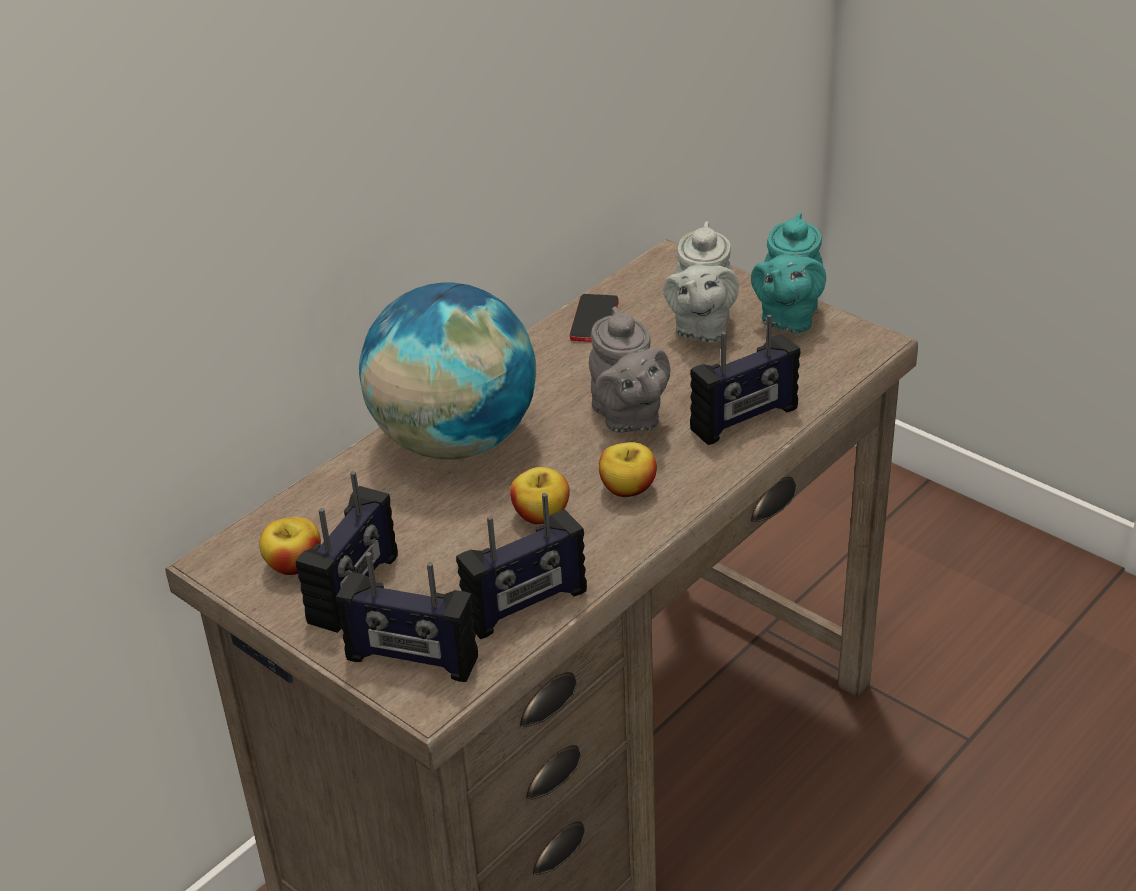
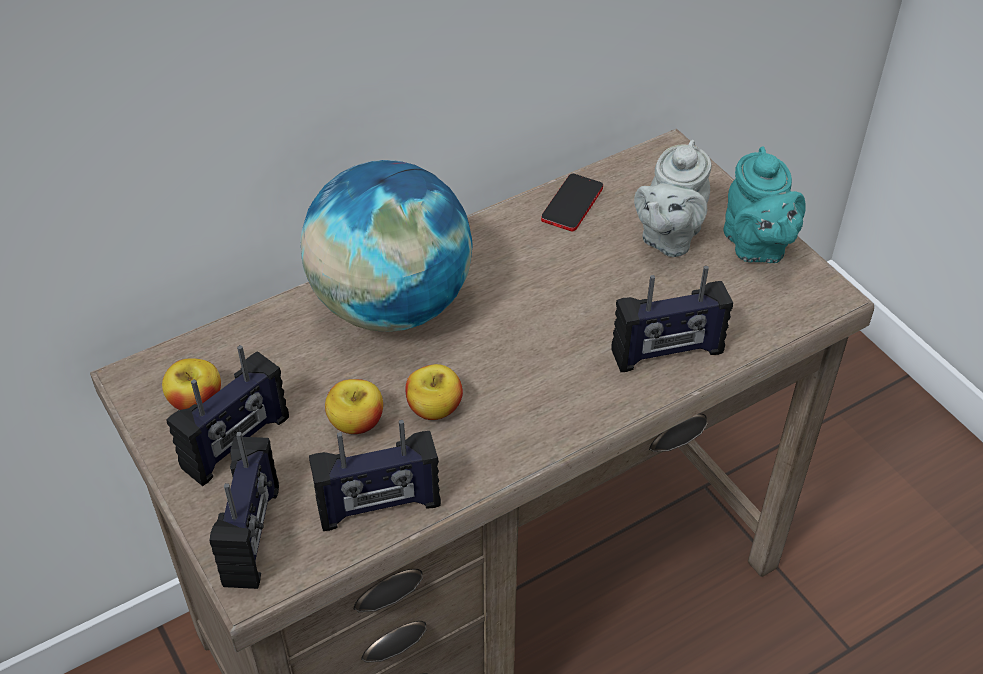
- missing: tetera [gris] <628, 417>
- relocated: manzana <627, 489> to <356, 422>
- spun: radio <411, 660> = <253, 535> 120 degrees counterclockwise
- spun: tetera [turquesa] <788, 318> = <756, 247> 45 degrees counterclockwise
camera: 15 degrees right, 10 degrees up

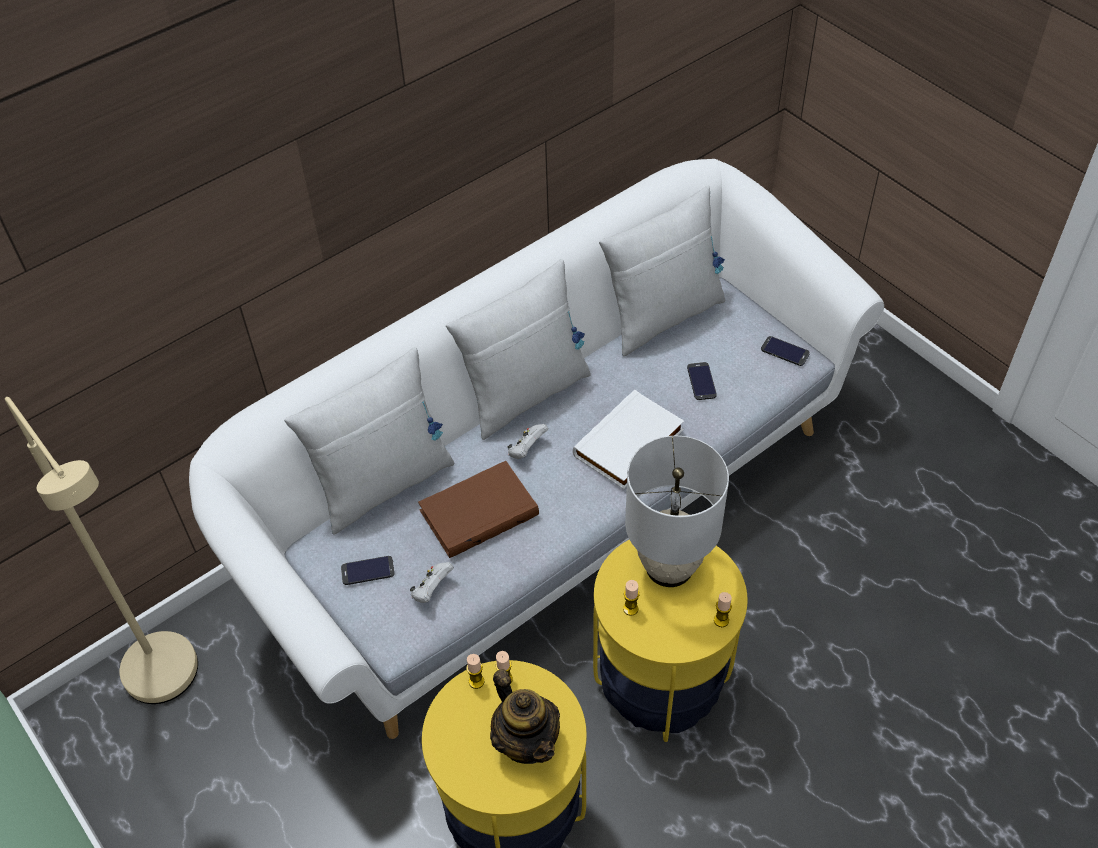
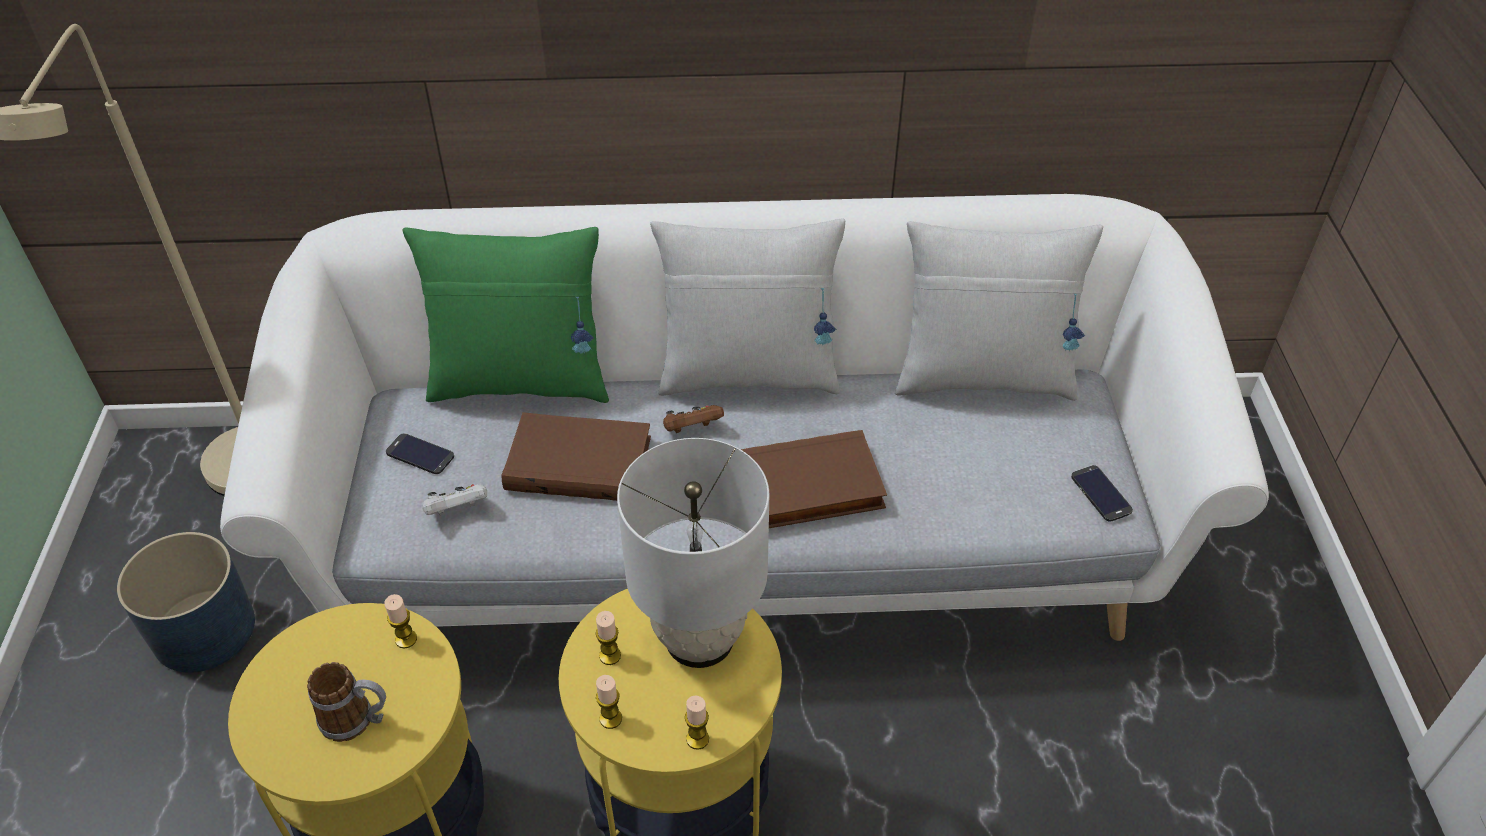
- missing: móvil <701, 381>
- appeared: maceta [azul] <204, 630>
- relocated: vela <476, 681> to <610, 718>
- exchanged: tetera <526, 741> to taza grande <357, 720>
- colour: cojín [gris] <383, 485> to cojín [verde] <520, 383>
- colour: mando de consola [blanco] <527, 449> to mando de consola [marrón] <692, 430>
- colour: libro [blanco] <630, 444> to libro [marrón] <808, 489>
camera: 35 degrees right, 5 degrees down

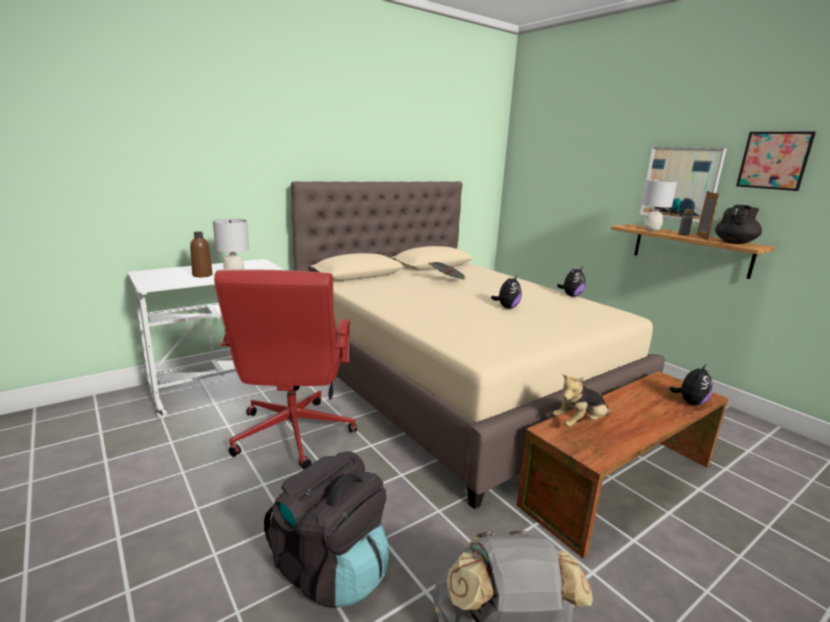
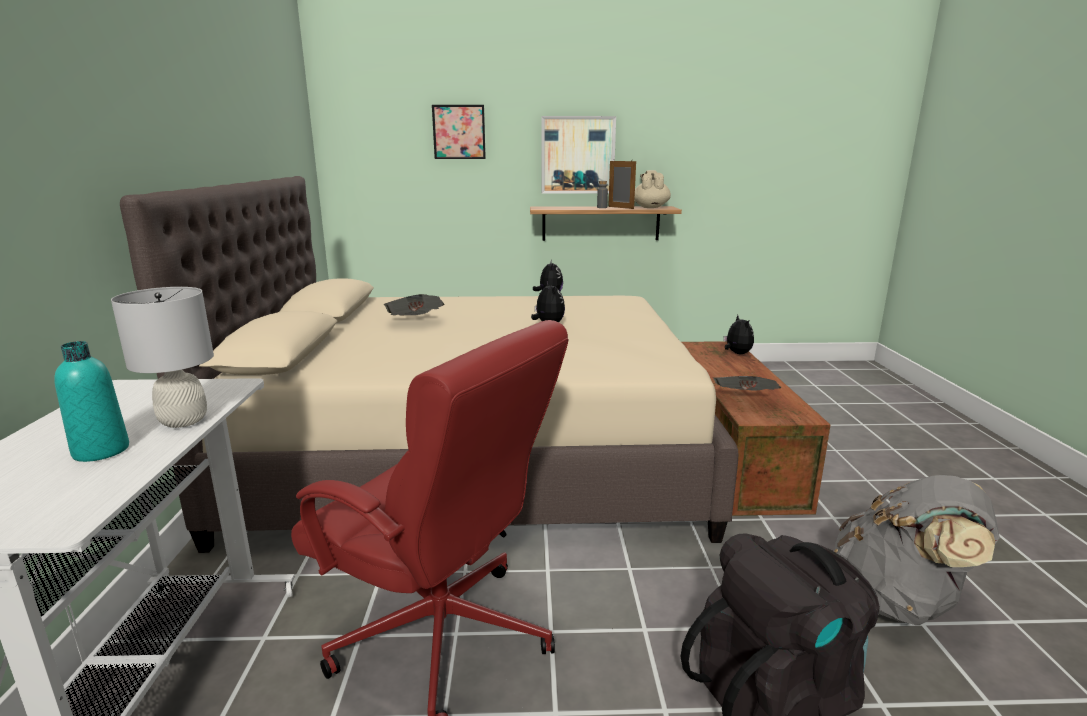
- missing: lámpara de mesa [gris] <652, 230>
- relocated: cuadro <774, 160> to <459, 132>
- exchanged: peluche <580, 423> to periódico <744, 400>
- colour: botella [marrón] <202, 275> to botella [turquesa] <101, 451>
- colour: tetera [negro] <735, 243> to tetera [beis] <650, 207>
camera: 55 degrees left, 0 degrees up

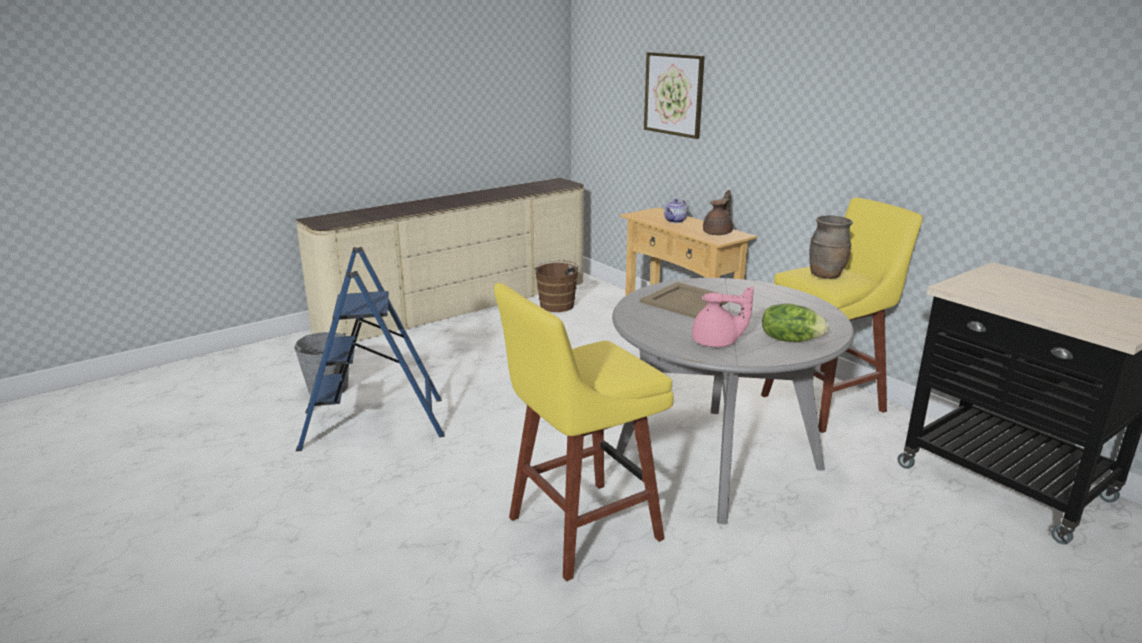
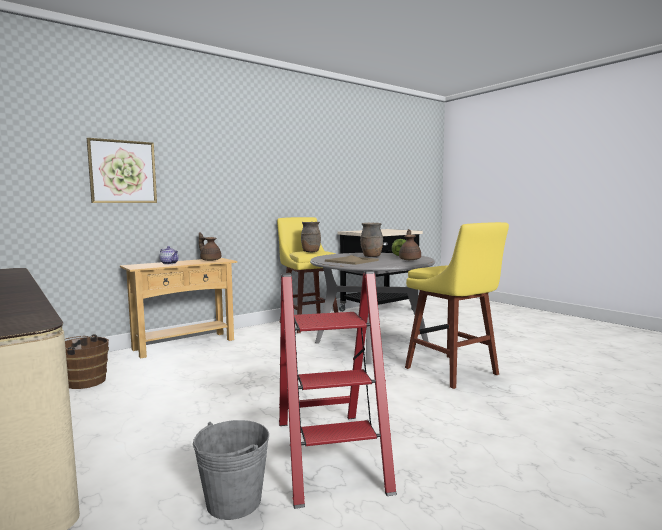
- appeared: florero [marrón] <371, 256>
- colour: escalera de tijera [azul] <375, 422> to escalera de tijera [rojo] <329, 453>
- colour: tetera [rosa] <717, 343> to tetera [marrón] <410, 259>
camera: 90 degrees left, 15 degrees down

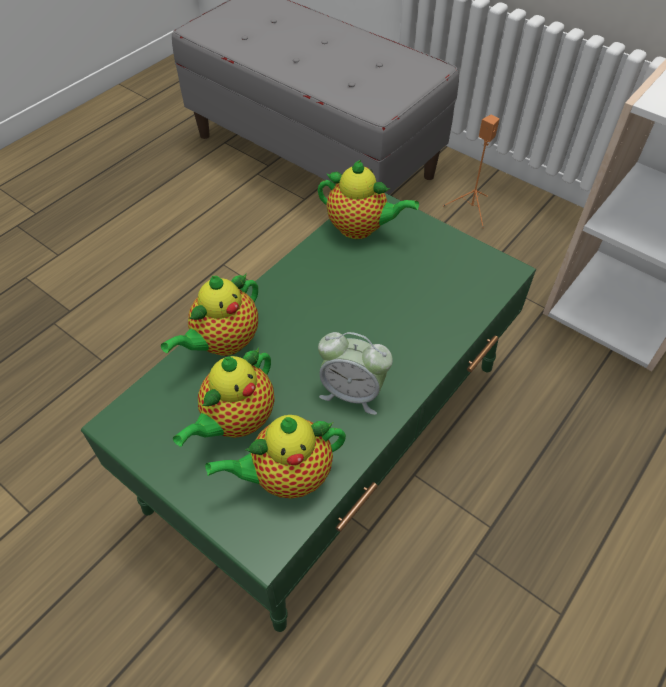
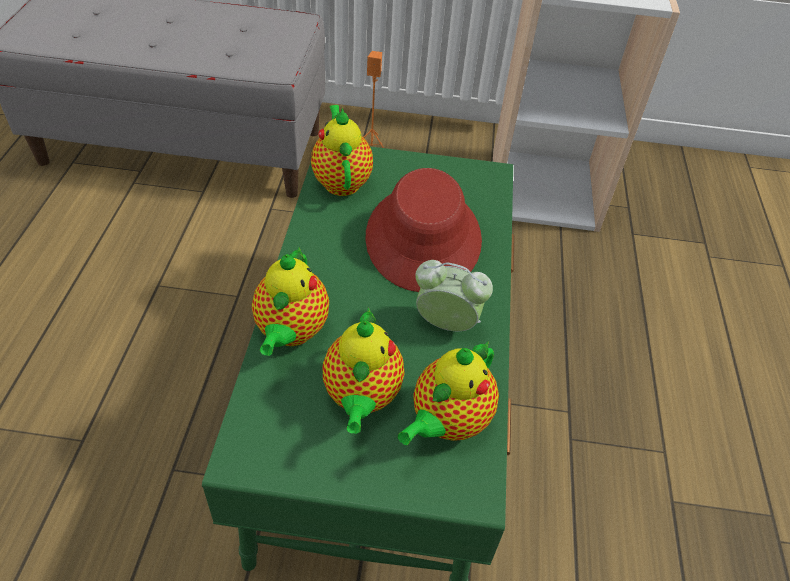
- appeared: sombrero [rojo] <424, 238>
- spun: tetera <360, 228> = <341, 180> 90 degrees counterclockwise
- spun: despertador <352, 392> = <446, 324> 150 degrees counterclockwise
camera: 35 degrees left, 5 degrees down

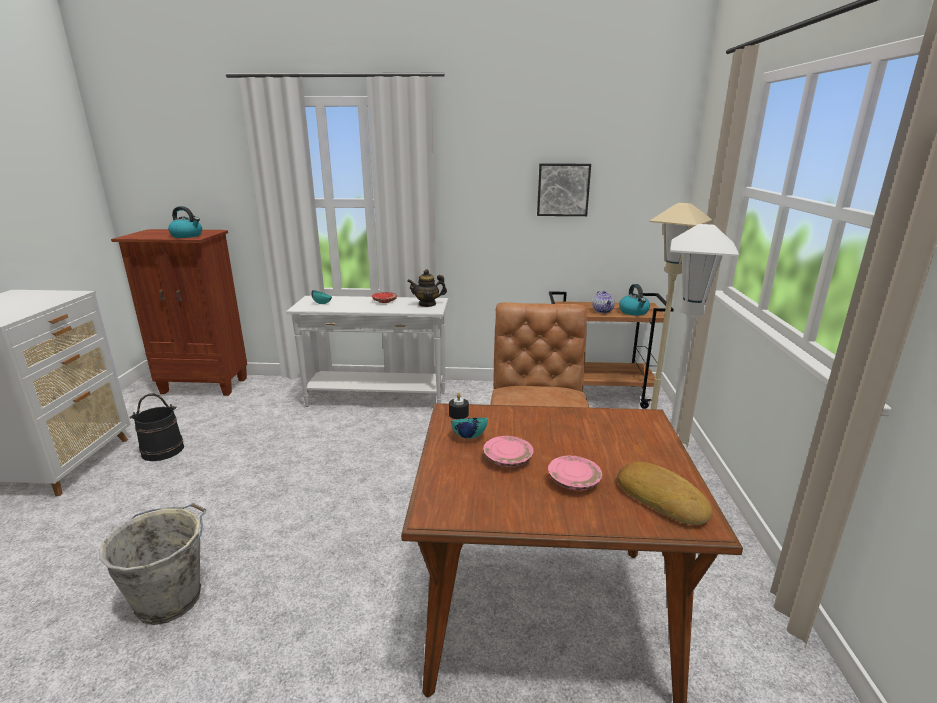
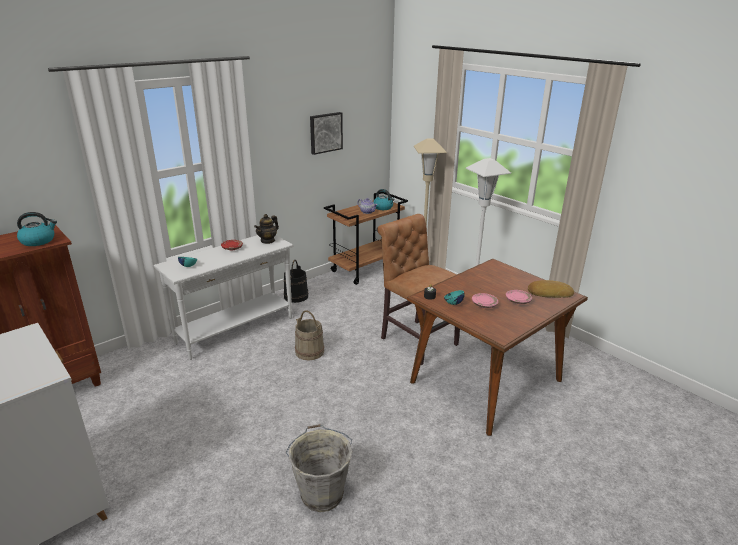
- appeared: cubo [beis] <309, 351>
- relocated: cubo [negro] <163, 450> to <296, 296>
camera: 45 degrees left, 5 degrees up

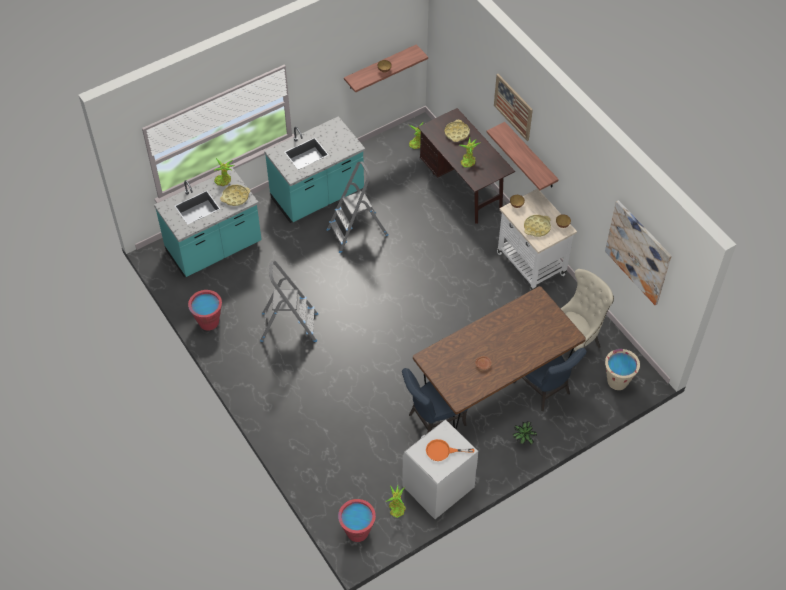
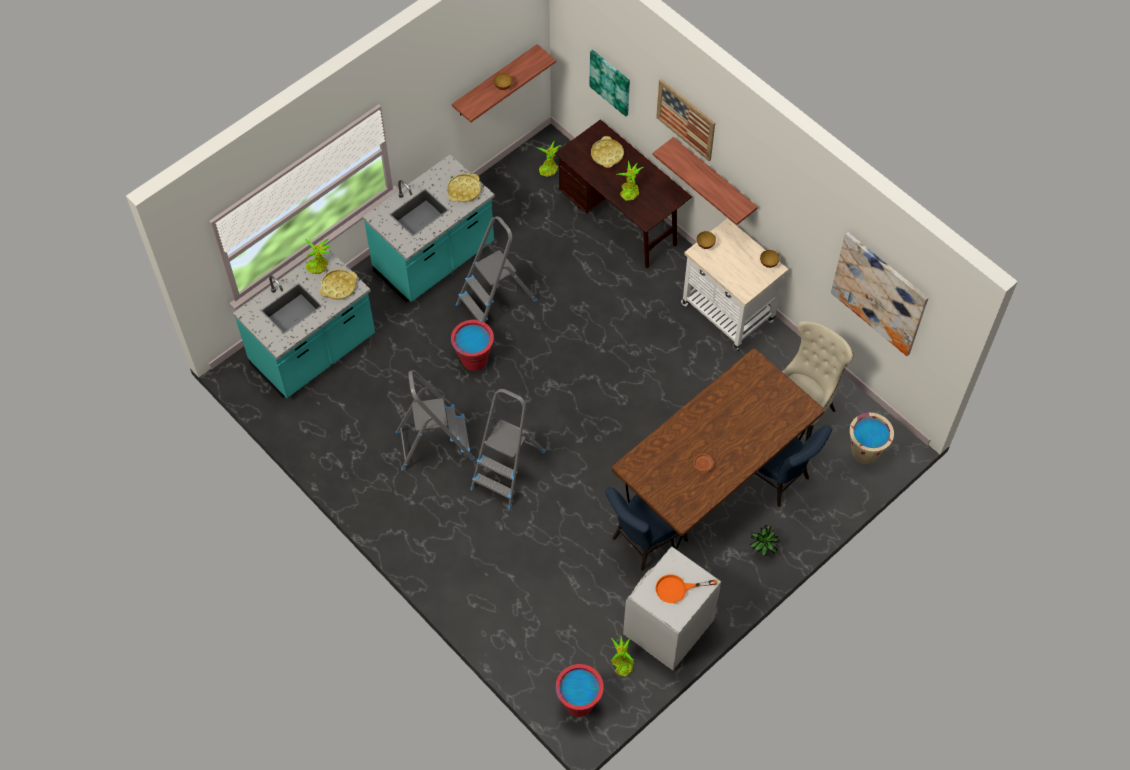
- appeared: escalera de tijera [gris] <507, 470>
- appeared: cuadro <610, 82>
- relocated: cubo [rojo] <208, 322> to <474, 359>
- relocated: bandeja [amarillo] <537, 227> to <464, 190>
camera: 10 degrees left, 5 degrees up

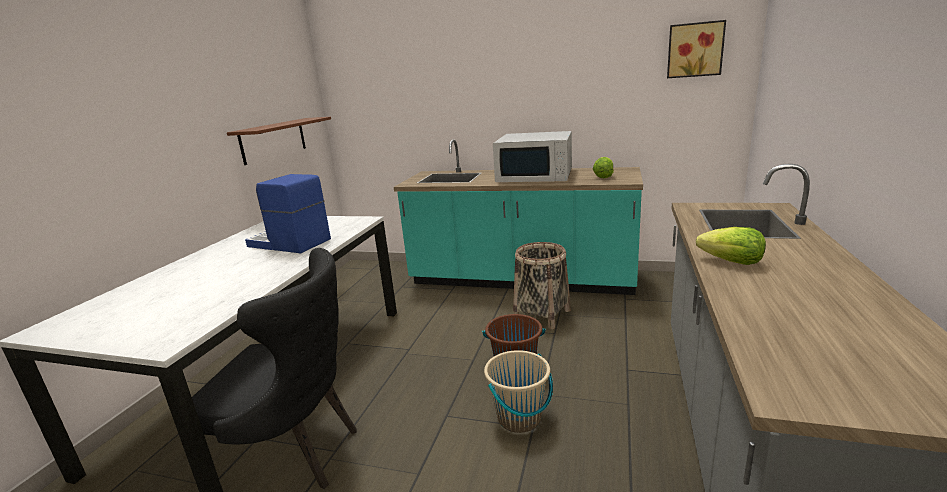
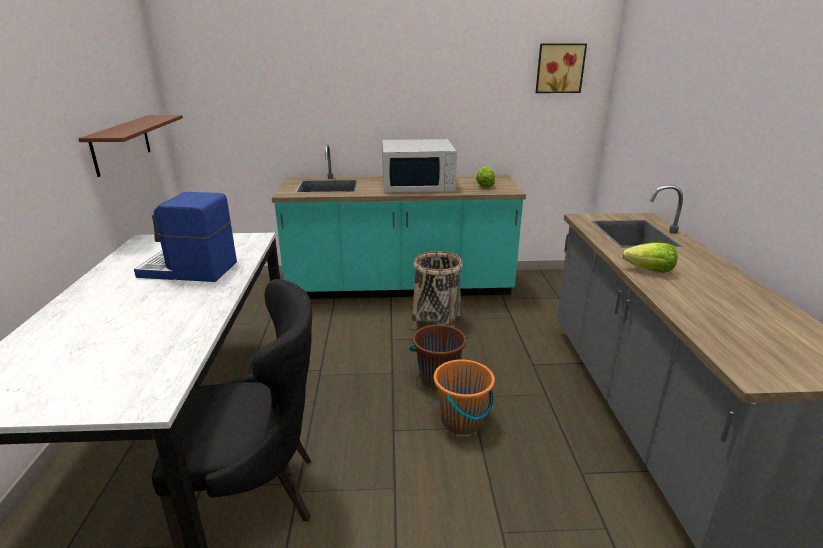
- colour: cubo [beis] <519, 418> to cubo [naranja] <462, 421>
camera: 20 degrees left, 5 degrees up

